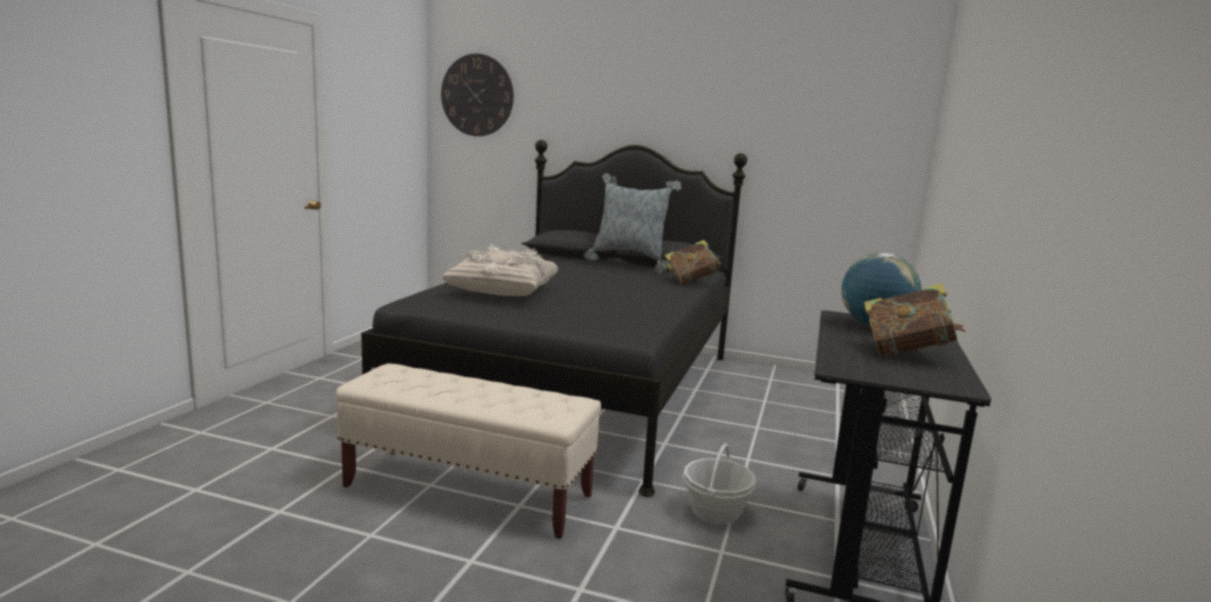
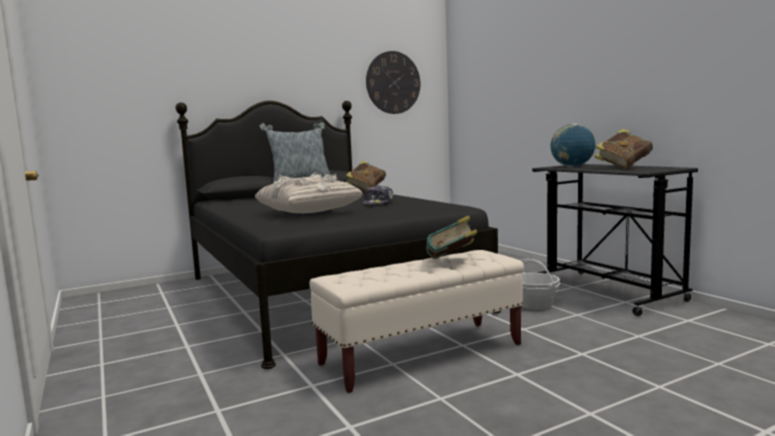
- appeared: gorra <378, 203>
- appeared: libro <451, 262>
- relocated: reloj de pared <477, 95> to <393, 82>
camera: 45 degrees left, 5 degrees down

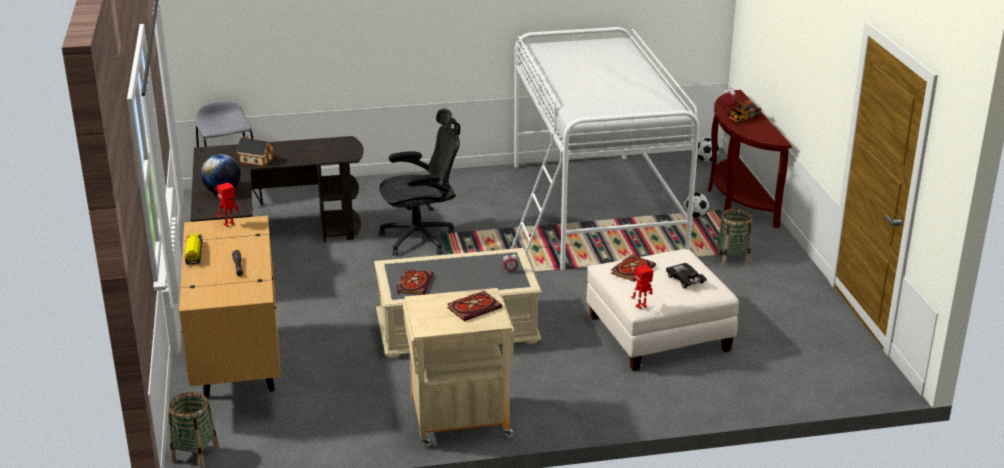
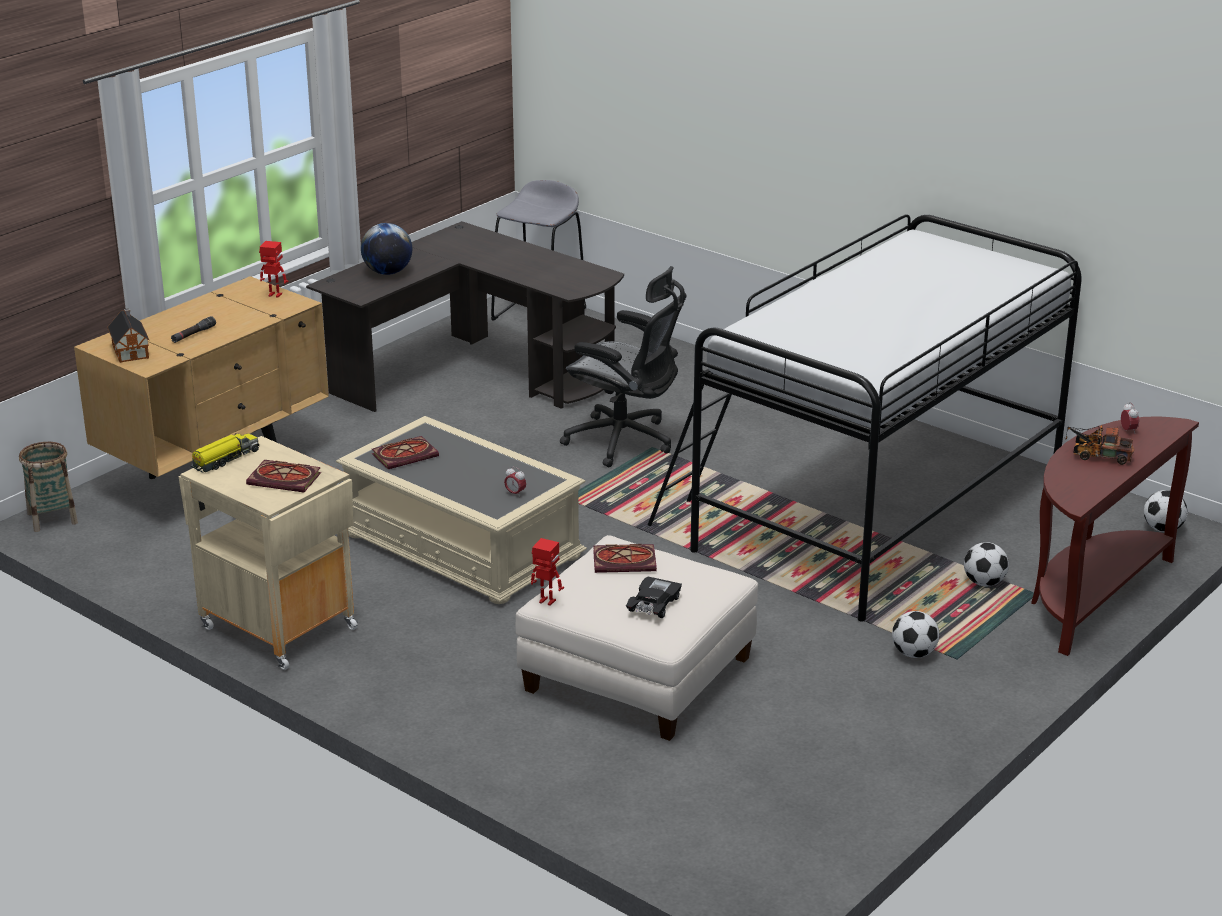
- relocated: camión de juguete <194, 253> to <225, 459>
- relocated: casita <255, 160> to <130, 350>
- exchanged: cesta <732, 259> to balón de fútbol <914, 653>
- colour: cama [blanco] <594, 210> to cama [negro] <874, 511>
camera: 50 degrees right, 0 degrees up

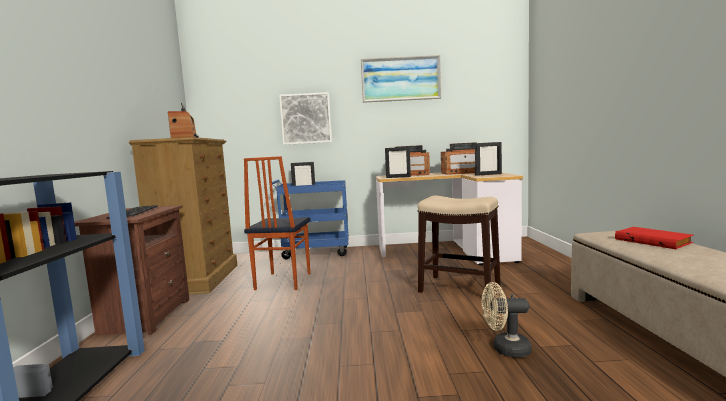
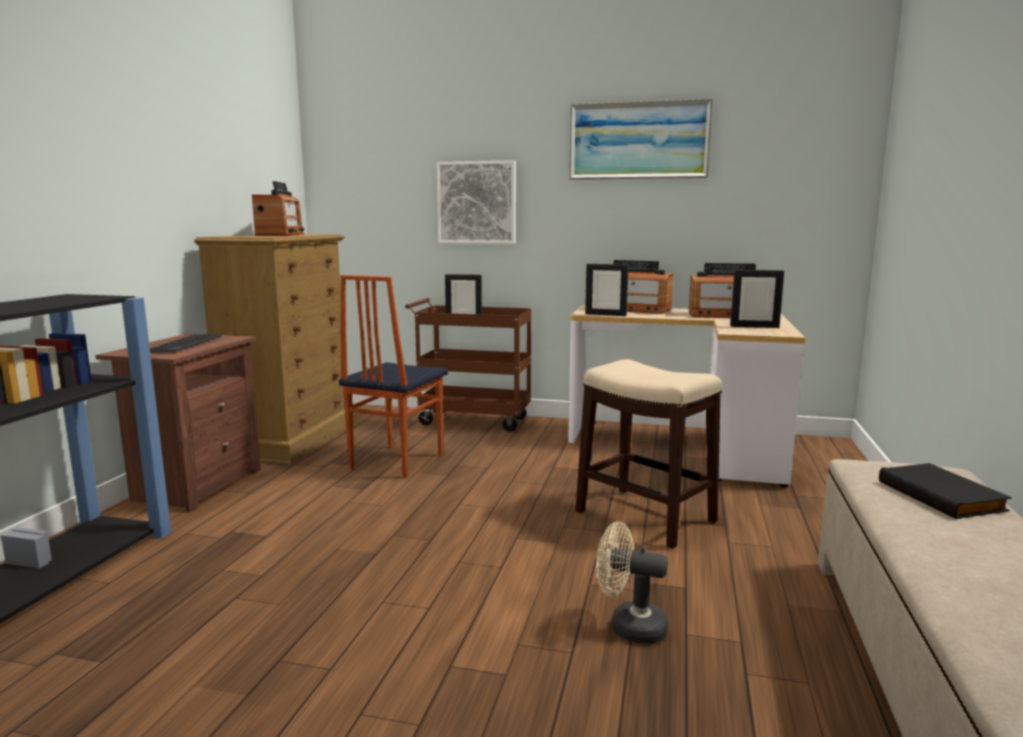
- colour: carrito [azul] <314, 254> to carrito [marrón] <471, 421>
- colour: libro [rojo] <653, 241> to libro [negro] <943, 496>
camera: 15 degrees right, 5 degrees up

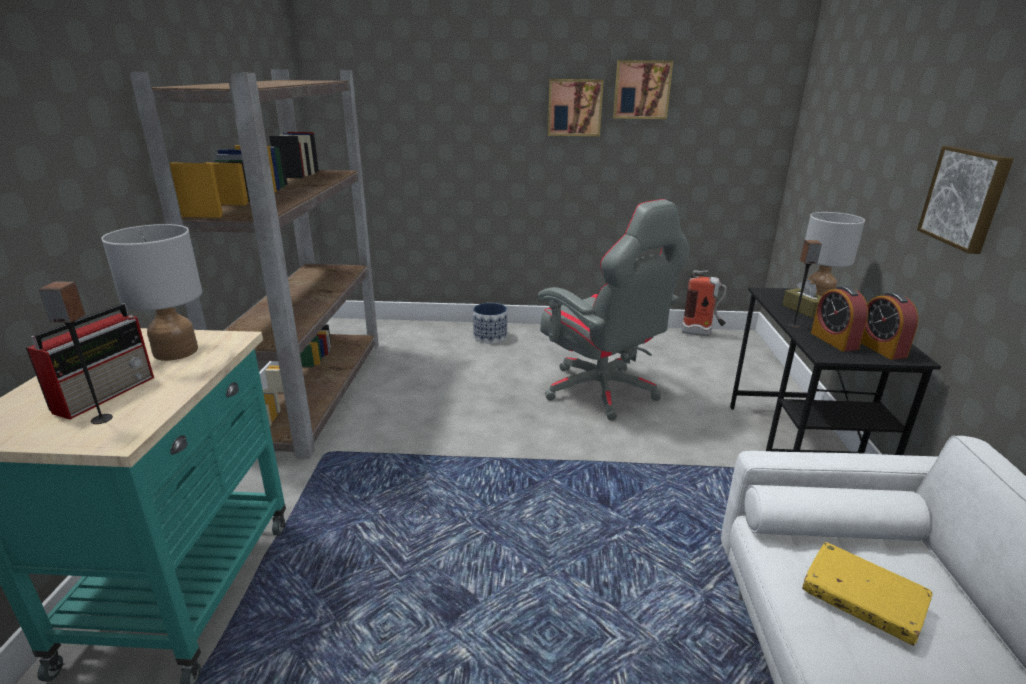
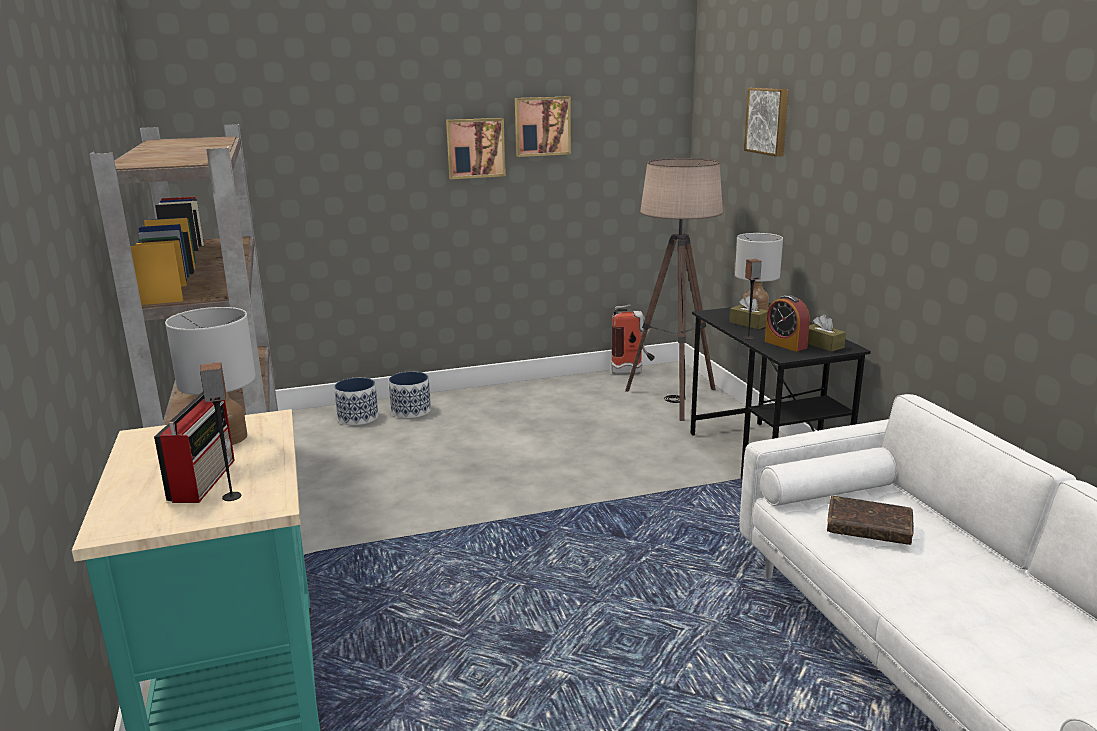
- missing: silla de oficina [gris] <600, 390>
- appeared: maceta <357, 418>
- appeared: lámpara de pie <673, 399>
- relocated: cuadro <966, 198> to <768, 121>
- exchanged: despertador <880, 348> to caja de pañuelos [marrón] <822, 345>
- colour: libro [amarillo] <862, 600> to libro [marrón] <868, 529>
camera: 20 degrees left, 5 degrees down

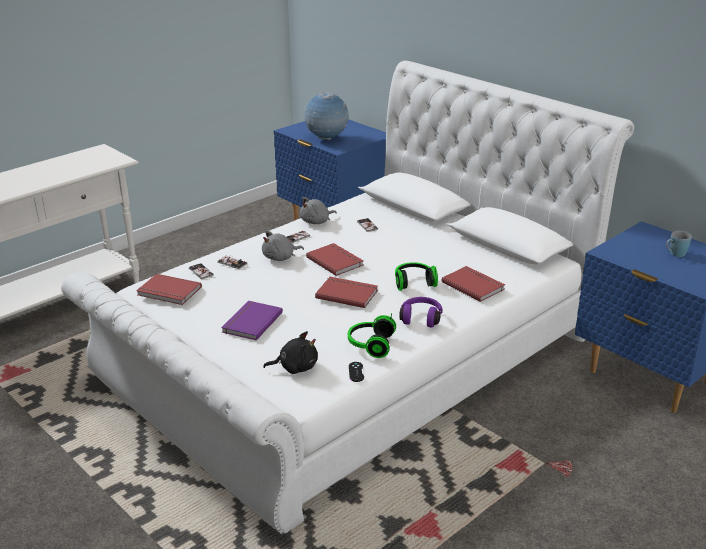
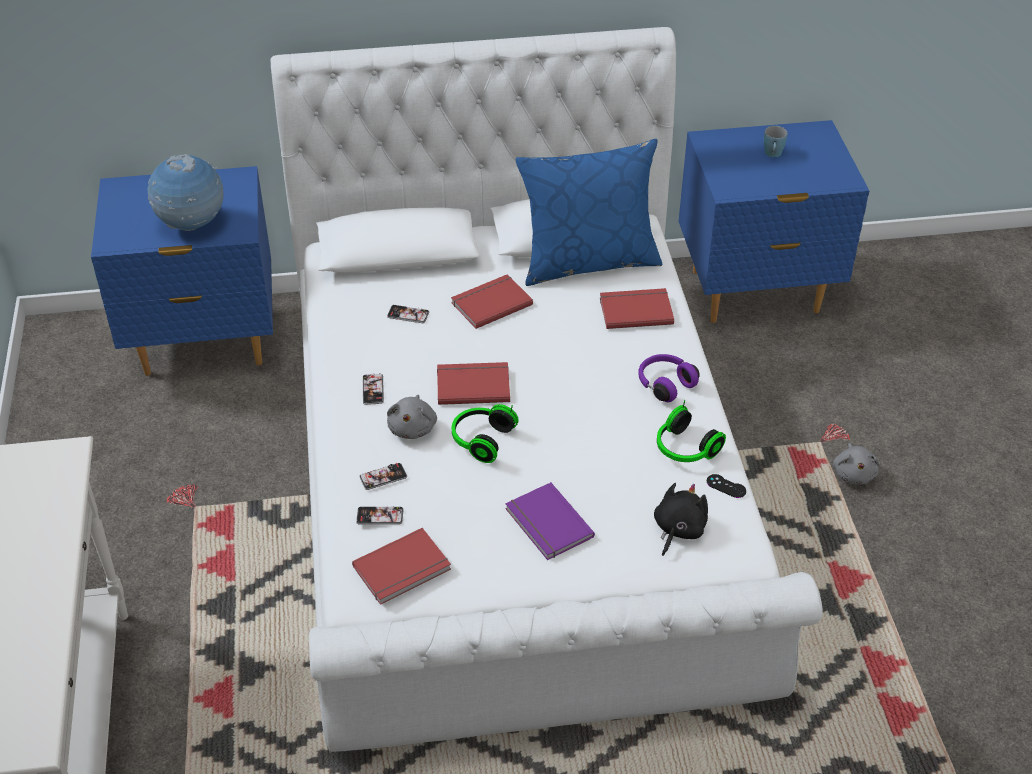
- appeared: cojín [azul] <588, 261>
- relocated: peluche [gris] <316, 222> to <854, 473>
- relocated: libro [rojo] <347, 293> to <490, 303>
- relocated: auriculares <413, 282> to <481, 440>
camera: 55 degrees left, 15 degrees up

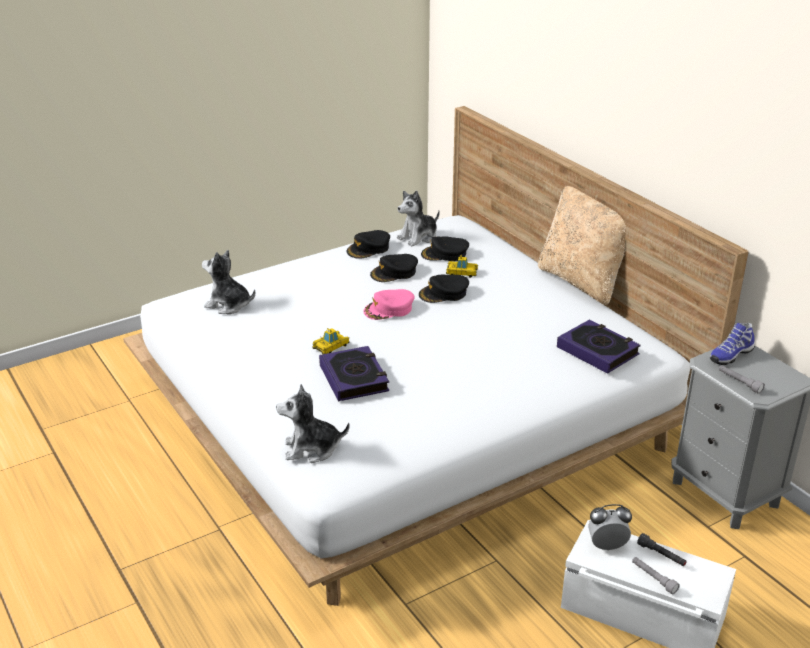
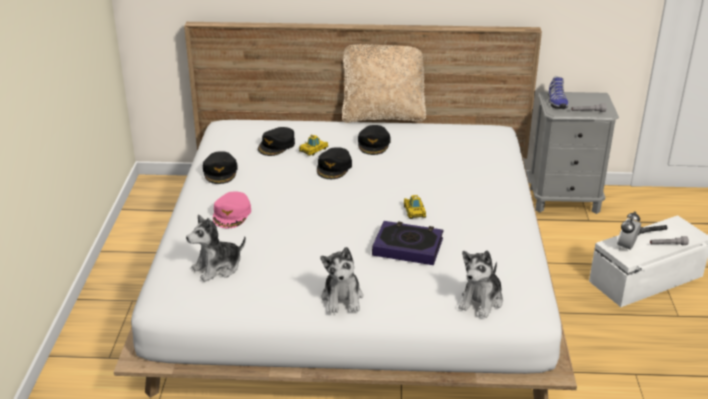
- missing: libro <597, 351>
- relocated: coche de juguete <331, 346> to <414, 211>
- relocated: gorra [rosa] <389, 309> to <232, 214>
- relocated: gorra [negro] <394, 273> to <374, 144>
- relocated: peluche <418, 237> to <342, 298>
camera: 55 degrees left, 0 degrees up

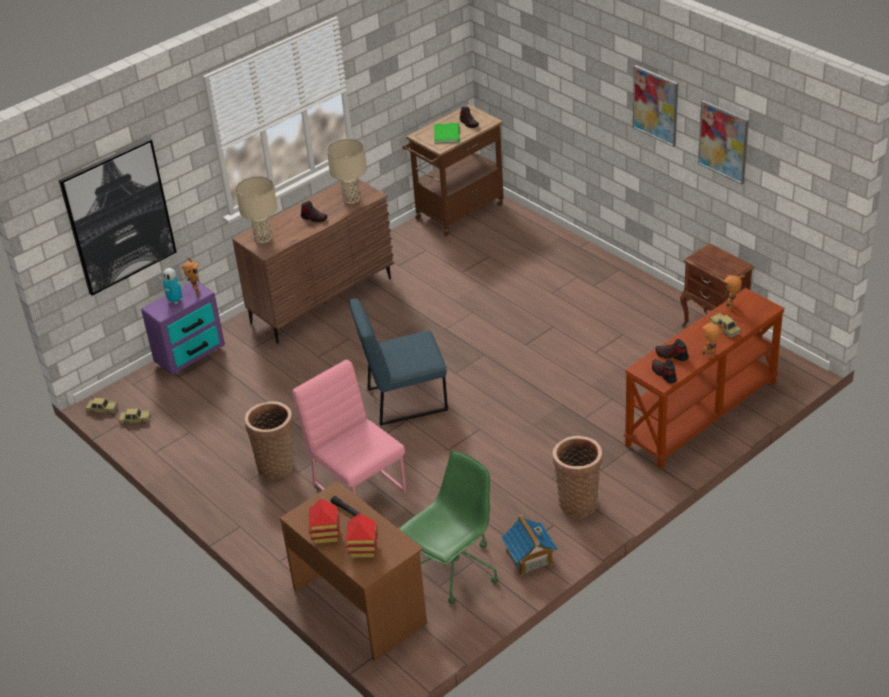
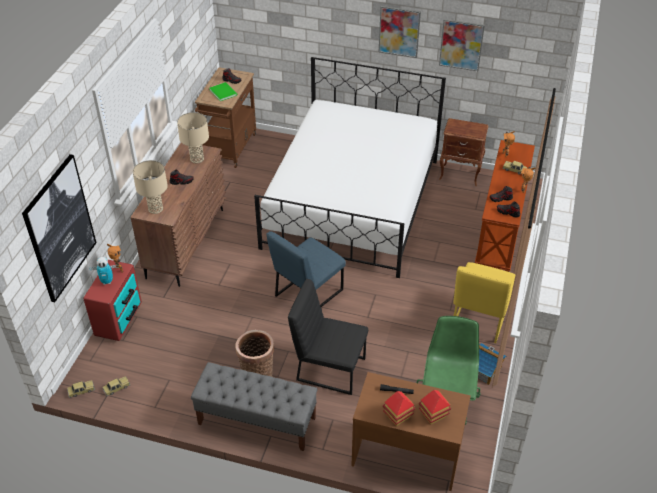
- appeared: banco [gris] <256, 421>
- appeared: cama [blanco] <352, 203>
- exchanged: cesta <577, 501> to silla [amarillo] <479, 319>
- colour: mesita de noche [morado] <191, 357> to mesita de noche [rojo] <120, 321>
- colour: silla [rosa] <358, 485> to silla [negro] <329, 368>
camera: 35 degrees left, 5 degrees up

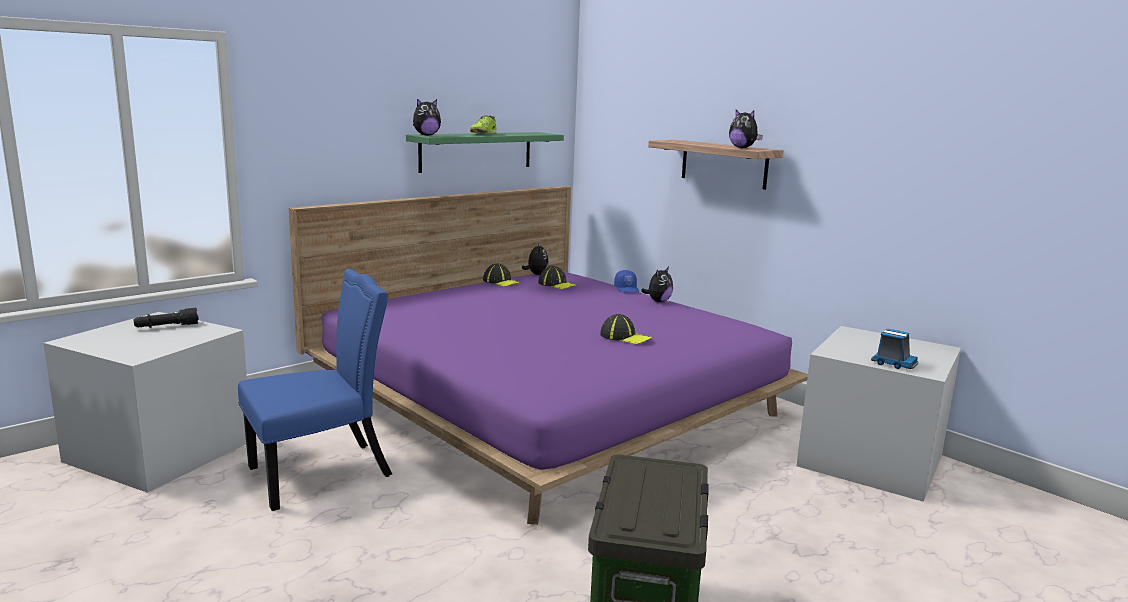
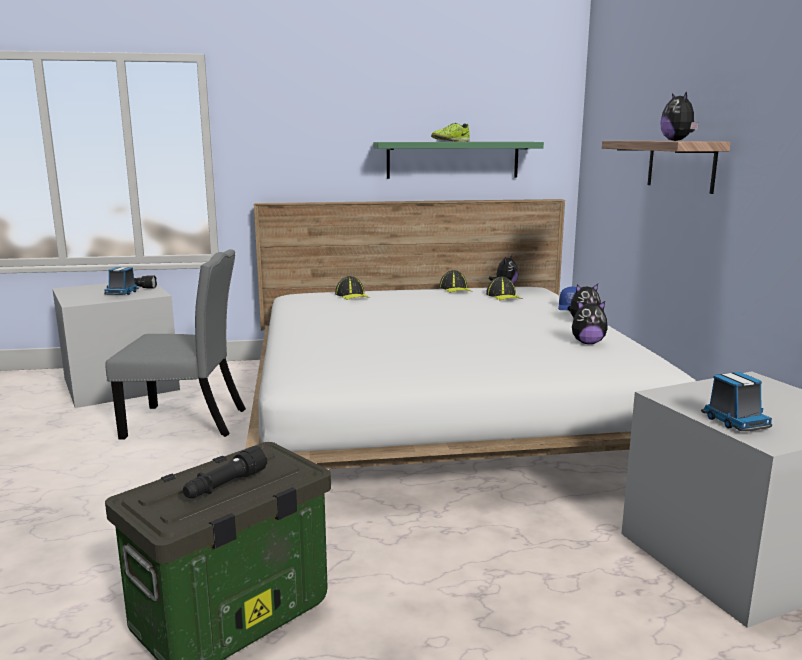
- appeared: camión de juguete <122, 293>
- appeared: linterna [negro] <225, 486>
- relocated: peluche <426, 135> to <587, 343>
- relocated: gorra <625, 337> to <352, 295>
- colour: silla [azul] <318, 474> to silla [gris] <183, 422>
- colour: cama [morado] <550, 403> to cama [blanco] <441, 411>
camera: 35 degrees right, 0 degrees up

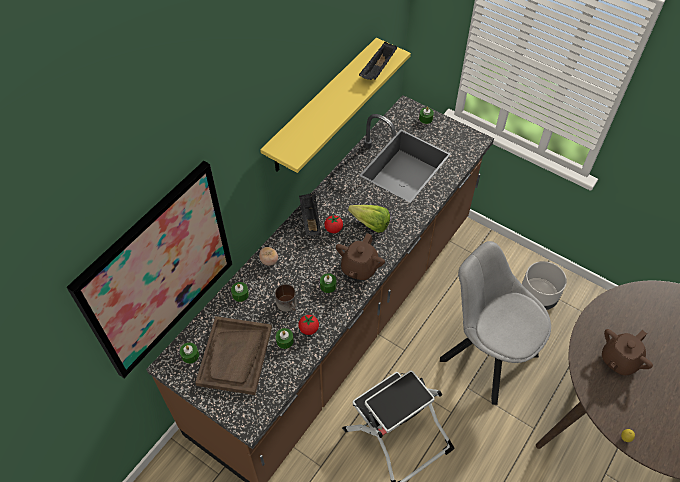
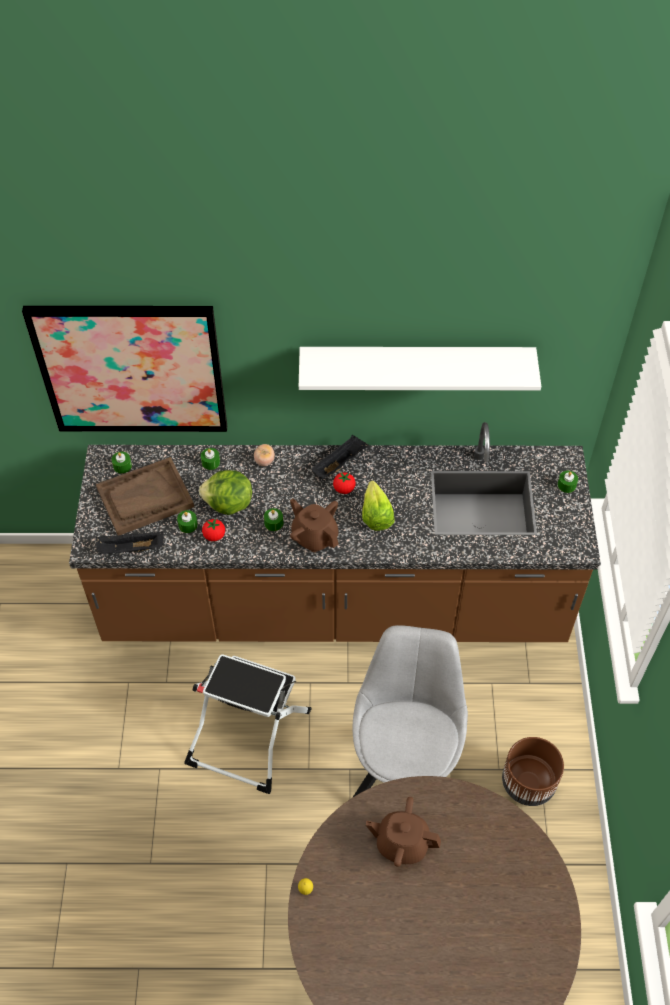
- relocated: bandeja [negro] <378, 69> to <130, 549>
- exchanged: taza grande <288, 304> to lechuga <228, 505>
- colour: estante [amarillo] <322, 107> to estante [blanco] <416, 366>
- colour: maceta [gris] <537, 296> to maceta [marrón] <528, 782>
- spun: tetera [marrón] <359, 268> = <314, 536> 60 degrees clockwise
camera: 55 degrees right, 0 degrees up

